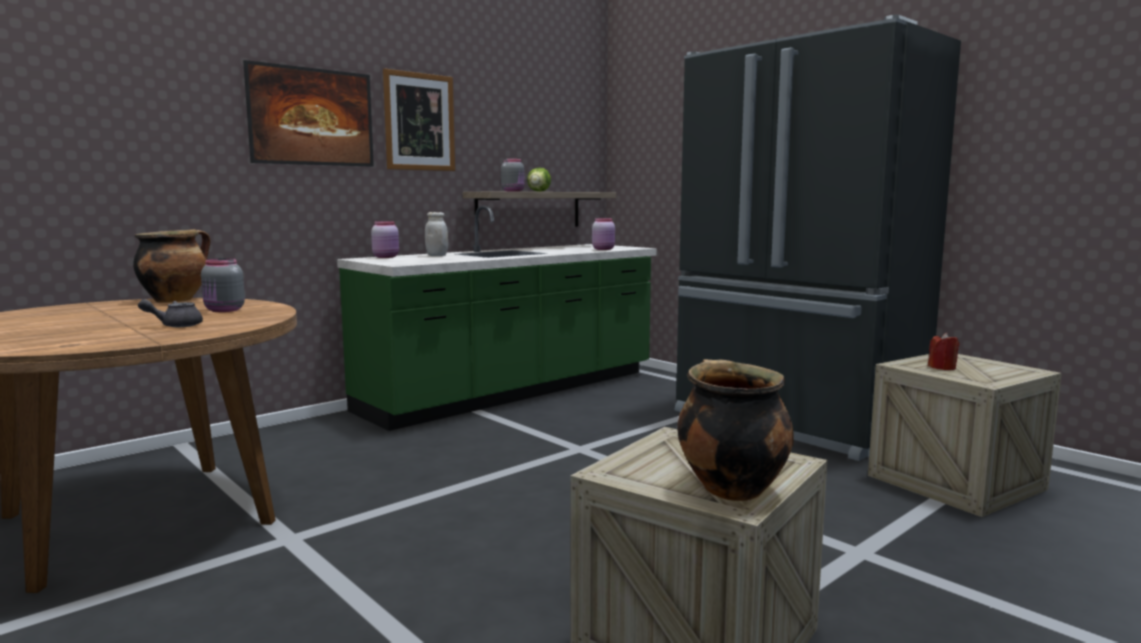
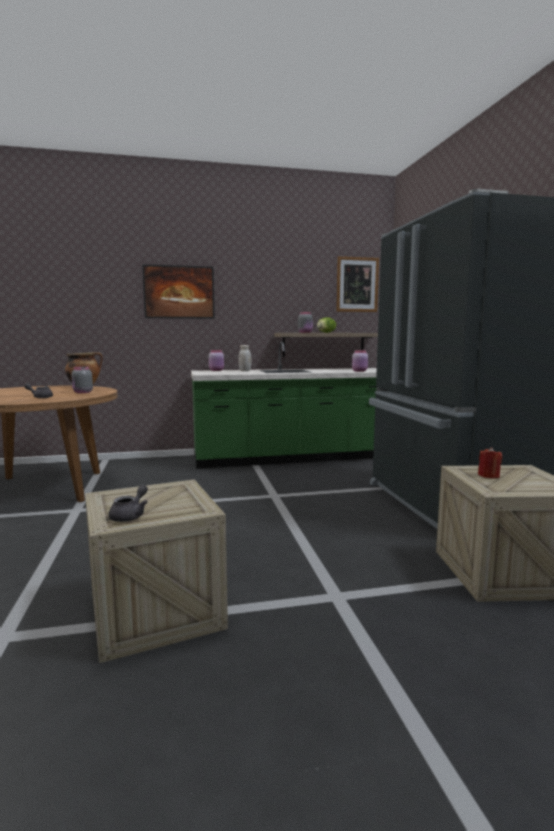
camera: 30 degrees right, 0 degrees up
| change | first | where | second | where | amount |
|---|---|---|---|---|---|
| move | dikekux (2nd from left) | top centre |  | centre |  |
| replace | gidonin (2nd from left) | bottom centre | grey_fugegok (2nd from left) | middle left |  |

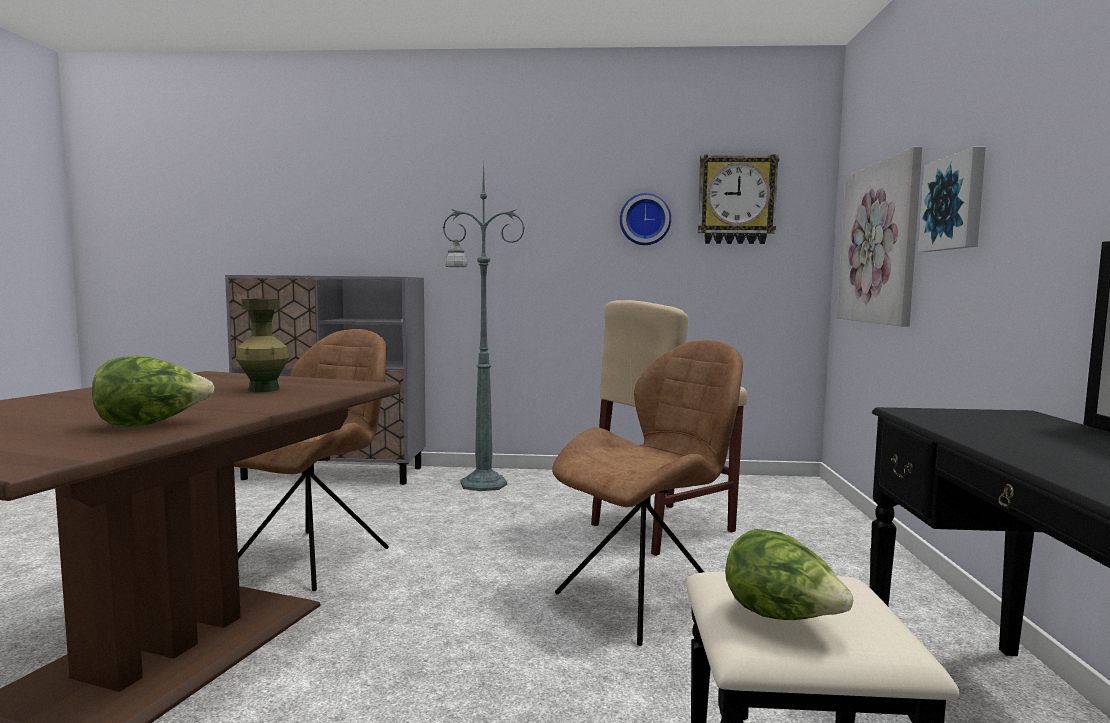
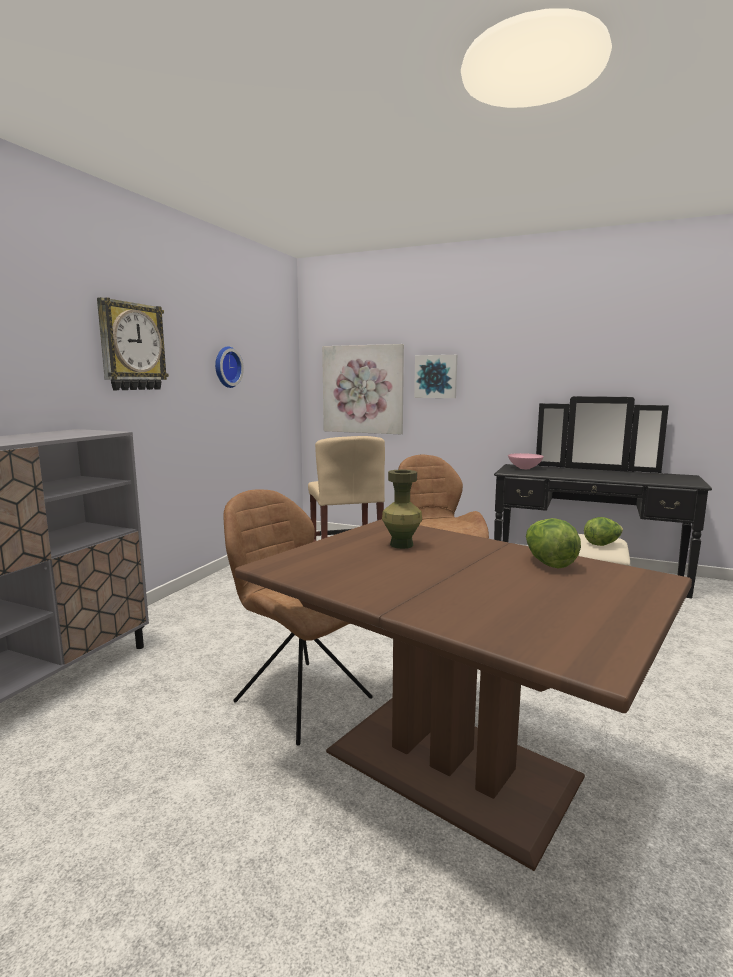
camera: 70 degrees left, 5 degrees up
| change | first | where | second | where | amount |
|---|---|---|---|---|---|
| delete | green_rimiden | centre |  |  |  |
| move | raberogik (2nd from left in the first image) | top centre | raberogik (1st from left) | middle left |  |
| insert |  |  | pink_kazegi | middle right |  |

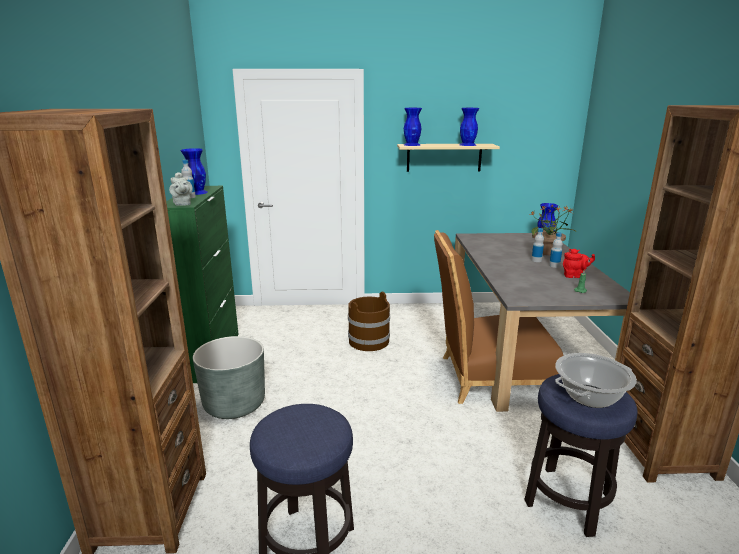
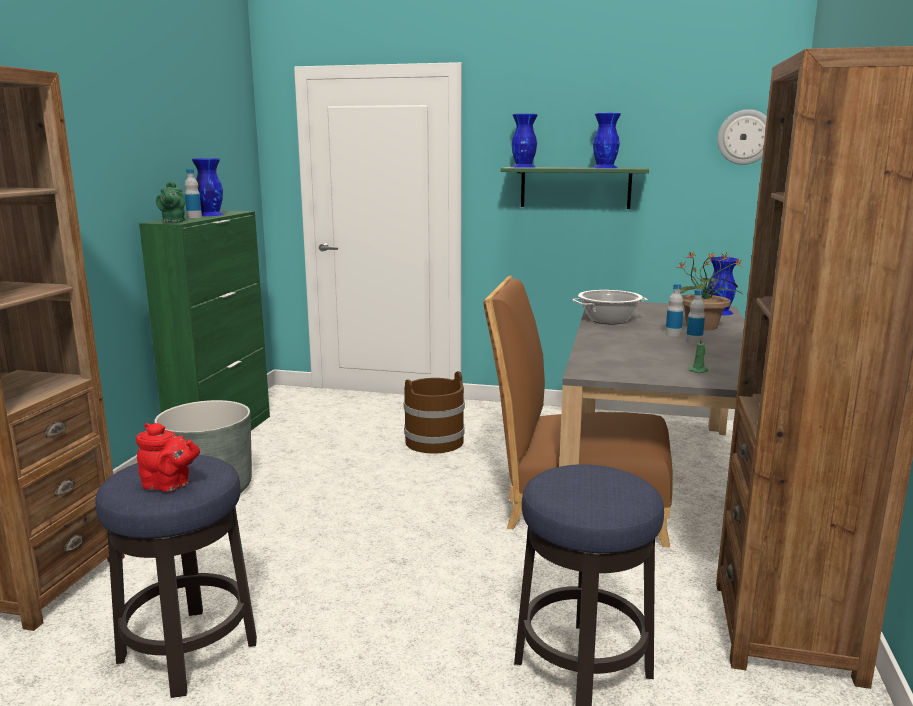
camera: 15 degrees right, 5 degrees down
| change | first | where | second | where | amount |
|---|---|---|---|---|---|
| recolor | grey_fugegok | middle left | green_fugegok | top left |  |
| recolor | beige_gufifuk | top centre | green_gufifuk | top centre |  |
| move | gidonin | bottom right |  | middle right |  |
| move | red_fugegok | middle right |  | middle left |  |
| insert |  |  | raberogik | top right |  |

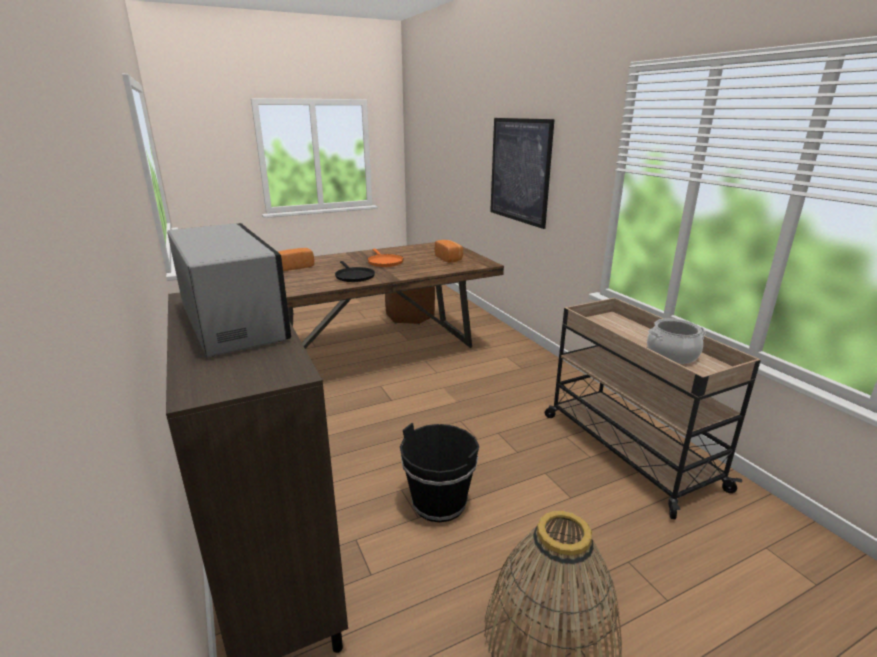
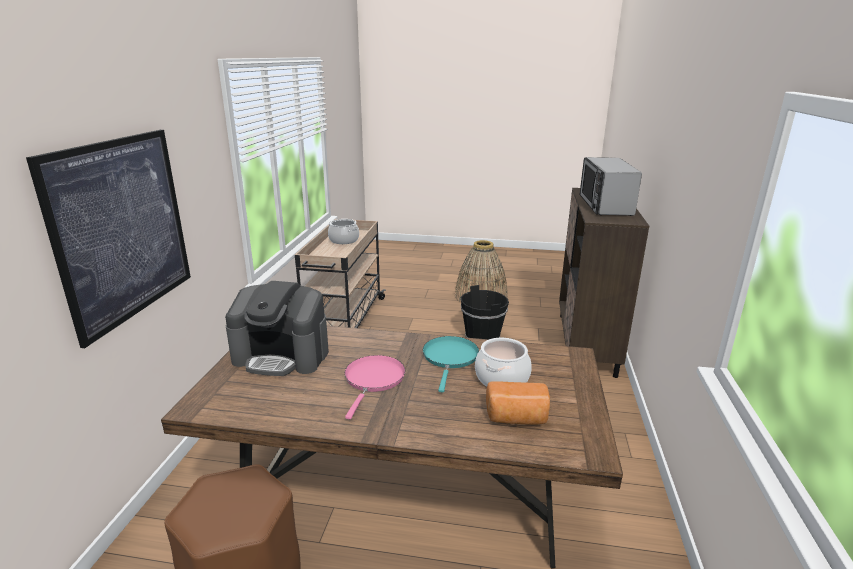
camera: 145 degrees left, 0 degrees up
| change | first | where | second | where | amount |
|---|---|---|---|---|---|
| recolor | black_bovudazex | centre | turquoise_bovudazex | centre |  |
| recolor | orange_bovudazex | centre | pink_bovudazex | bottom centre |  |
| replace | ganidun (2nd from left) | centre | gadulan | middle left |  |
| insert |  |  | gidonin (2nd from left) | centre |  |

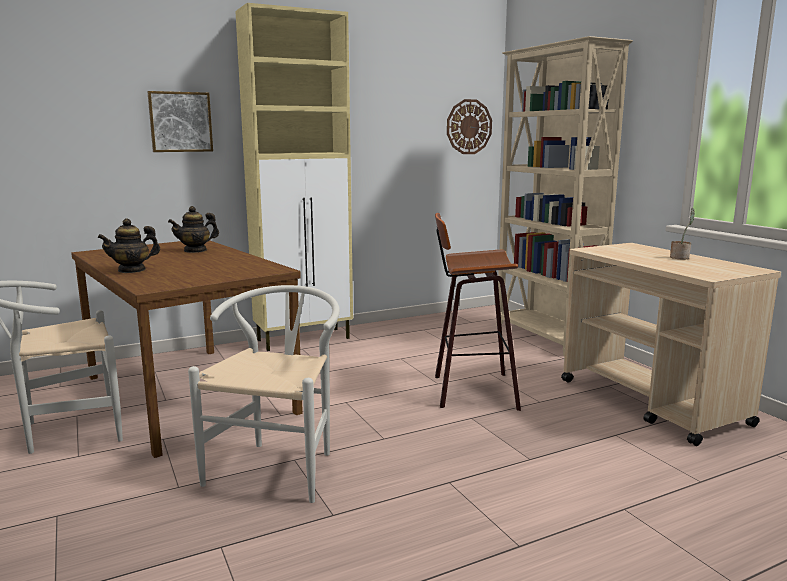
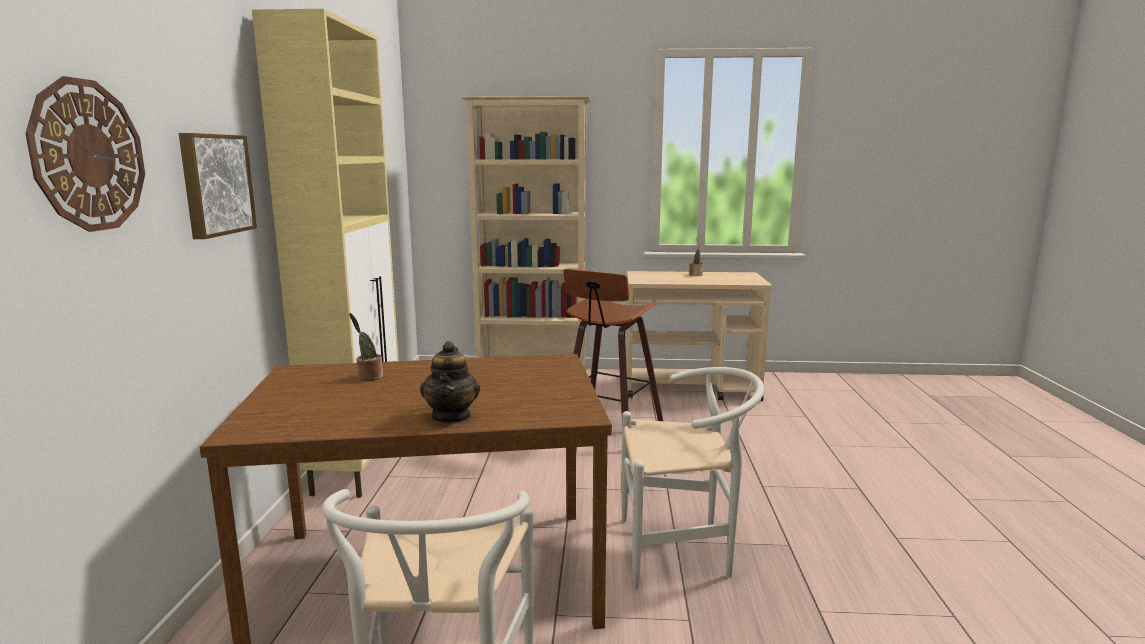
camera: 60 degrees left, 0 degrees up
| change | first | where | second | where | amount |
|---|---|---|---|---|---|
| replace | fugegok (2nd from left) | middle left | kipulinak (1st from left) | middle left |  |
| rotate | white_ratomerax (2nd from left) | bottom centre |  | bottom centre | 135 degrees clockwise |
| move | raberogik | top centre |  | top left |  |

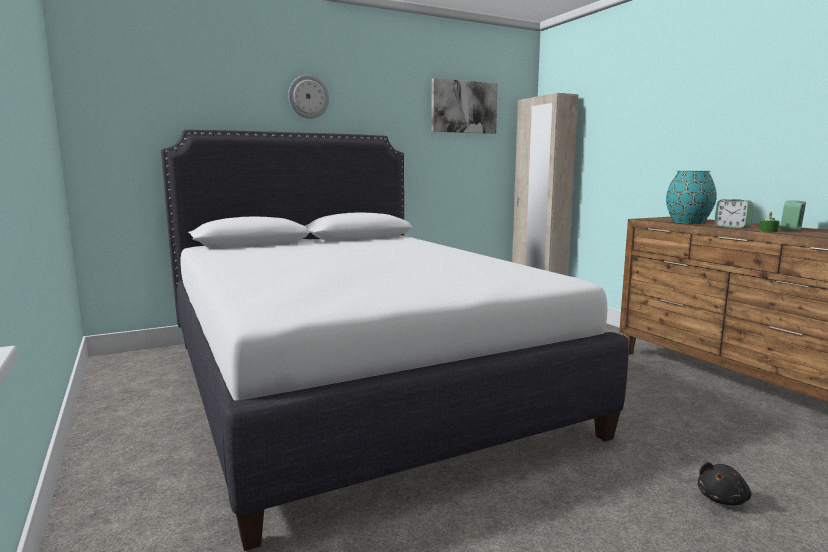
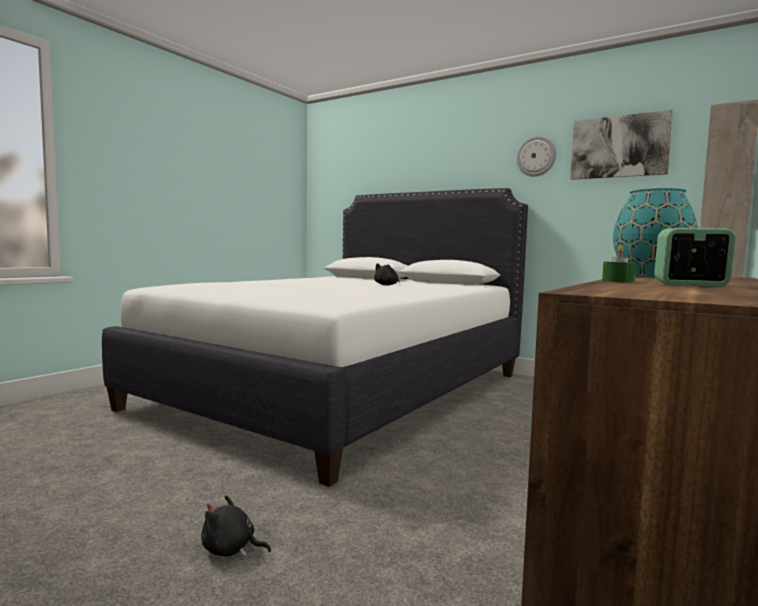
camera: 60 degrees right, 5 degrees down
| change | first | where | second | where | amount |
|---|---|---|---|---|---|
| move | raberogik | top centre |  | top right |  |
| delete | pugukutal (1st from left) | middle right |  |  |  |
| insert |  |  | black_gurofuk (2nd from left) | centre |  |

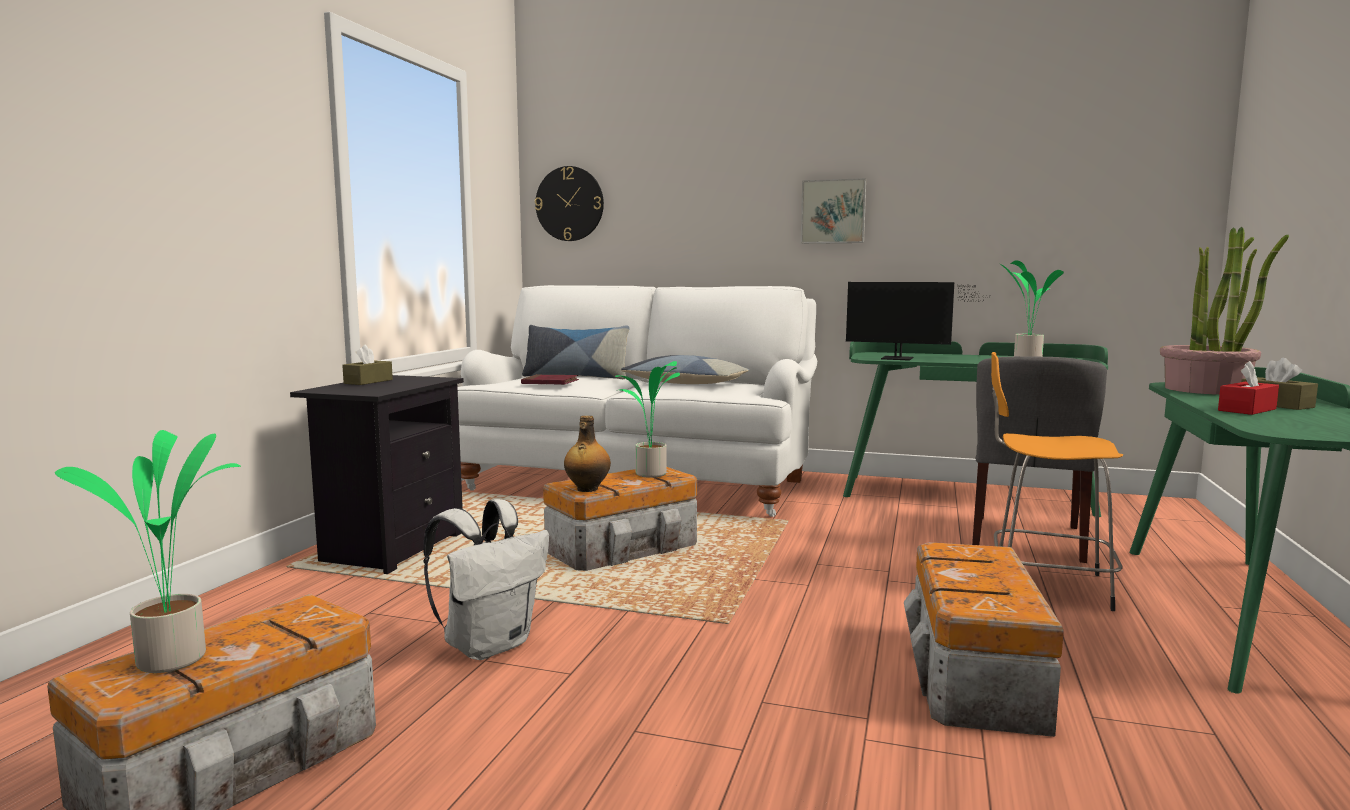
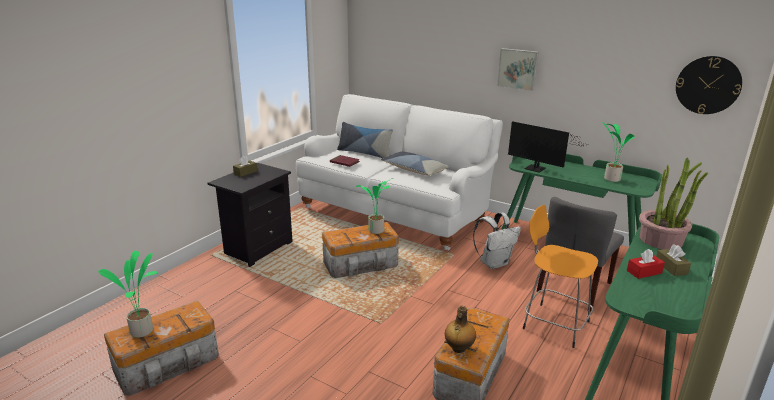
camera: 15 degrees right, 15 degrees up
| change | first | where | second | where | amount |
|---|---|---|---|---|---|
| move | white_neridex | bottom centre |  | centre |  |
| move | raberogik | top centre |  | top right |  |
| move | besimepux | centre |  | bottom centre |  |

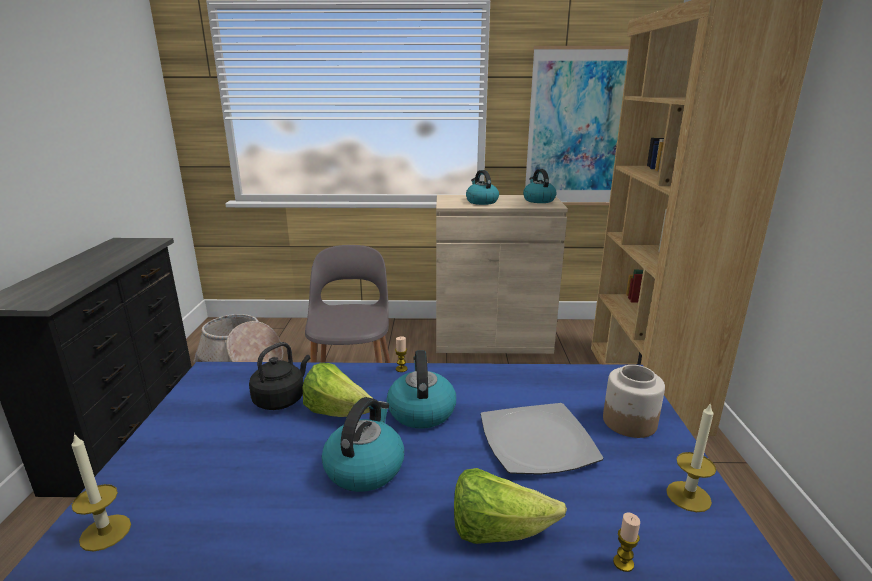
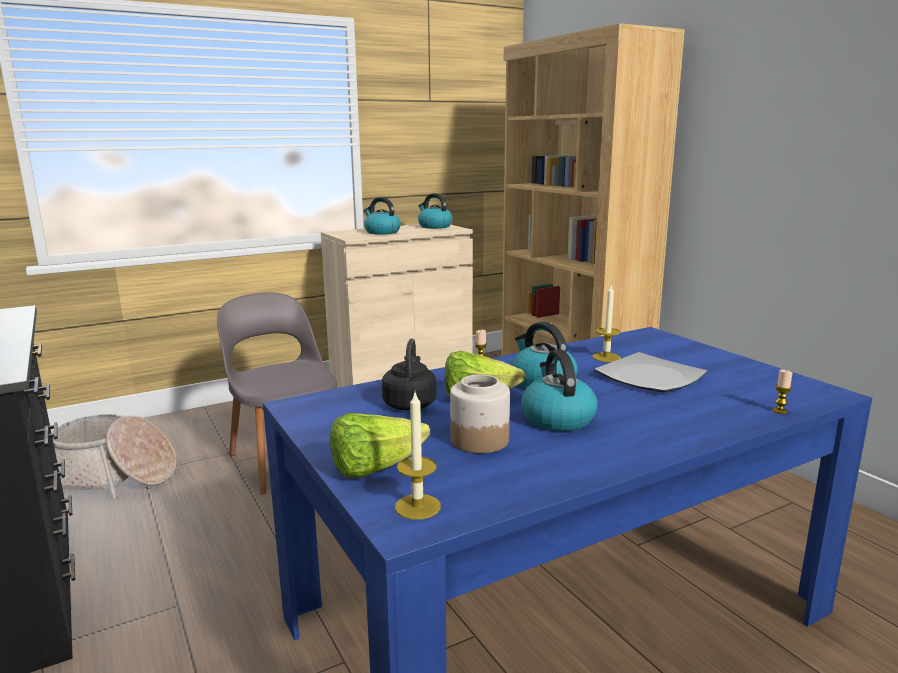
camera: 30 degrees left, 5 degrees down
| change | first | where | second | where | amount |
|---|---|---|---|---|---|
| move | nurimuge (2nd from left in the first image) | bottom centre | nurimuge (1st from left) | centre |  |
| delete | dikekux | top centre |  |  |  |
| move | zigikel | bottom right |  | centre |  |
| move | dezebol (4th from left in the first image) | bottom right | dezebol (3rd from left) | middle right |  |

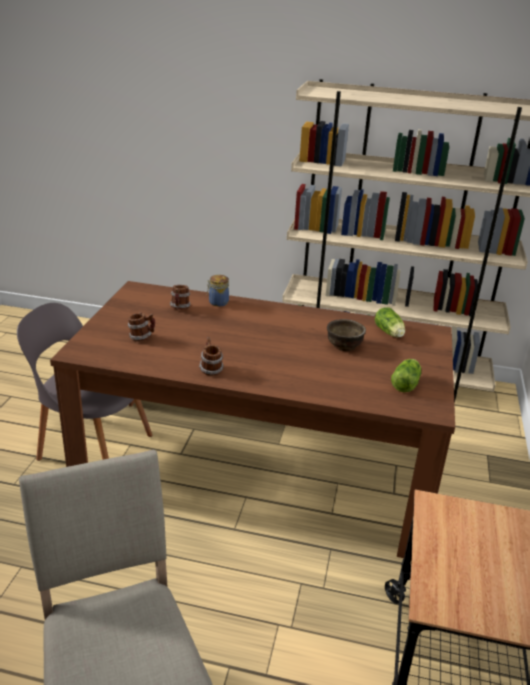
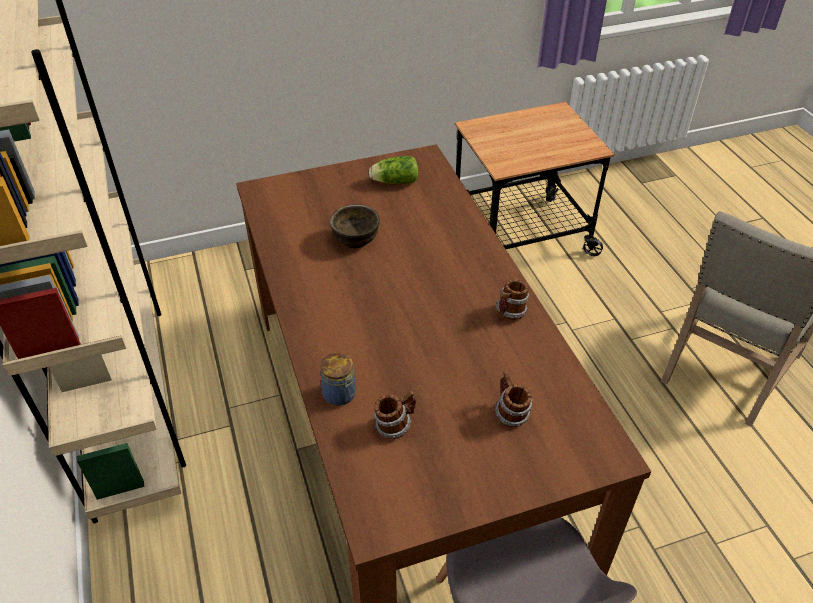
camera: 120 degrees left, 15 degrees up
| change | first | where | second | where | amount |
|---|---|---|---|---|---|
| delete | nurimuge (1st from left) | middle right |  |  |  |

